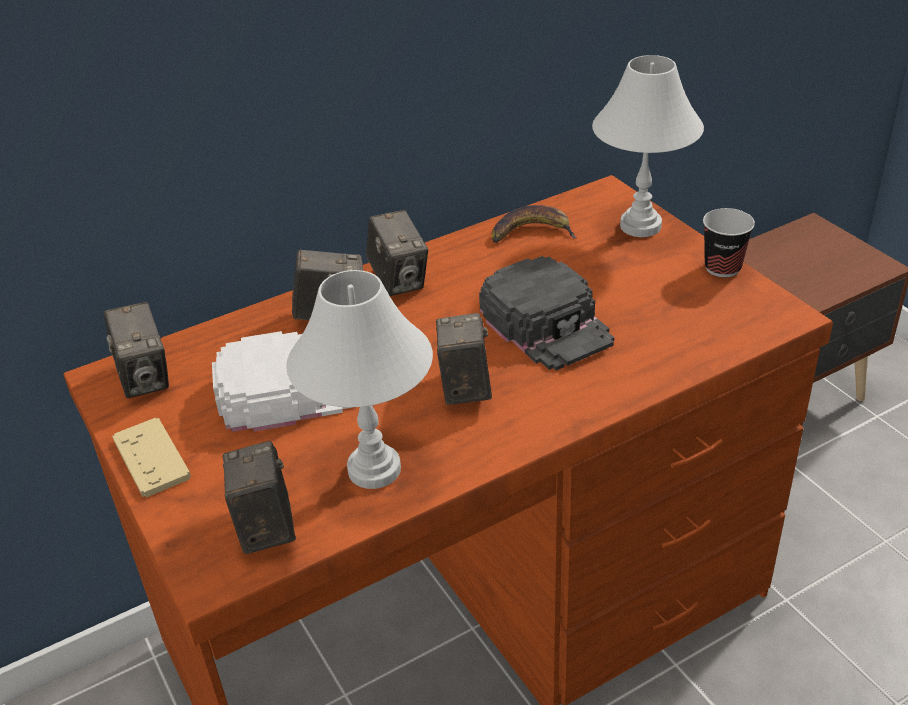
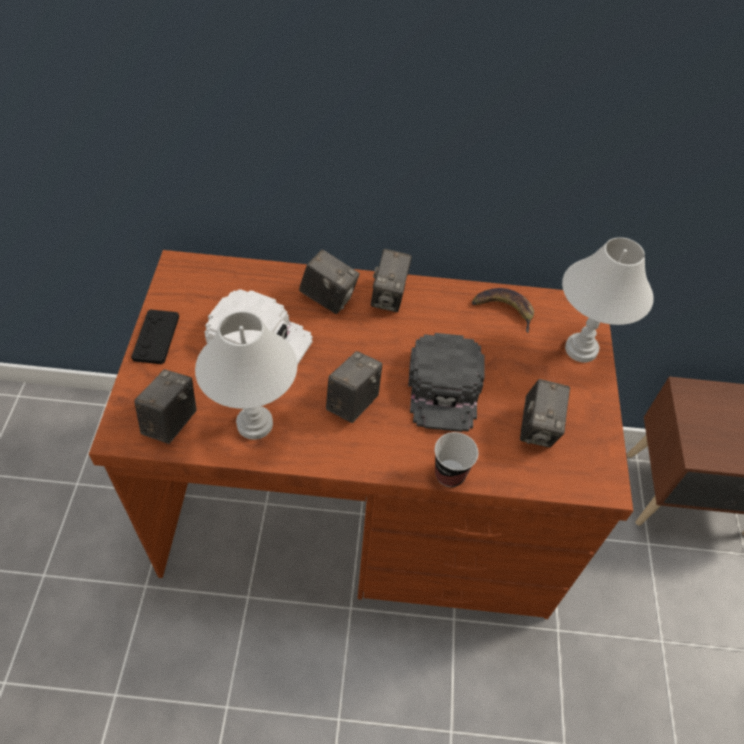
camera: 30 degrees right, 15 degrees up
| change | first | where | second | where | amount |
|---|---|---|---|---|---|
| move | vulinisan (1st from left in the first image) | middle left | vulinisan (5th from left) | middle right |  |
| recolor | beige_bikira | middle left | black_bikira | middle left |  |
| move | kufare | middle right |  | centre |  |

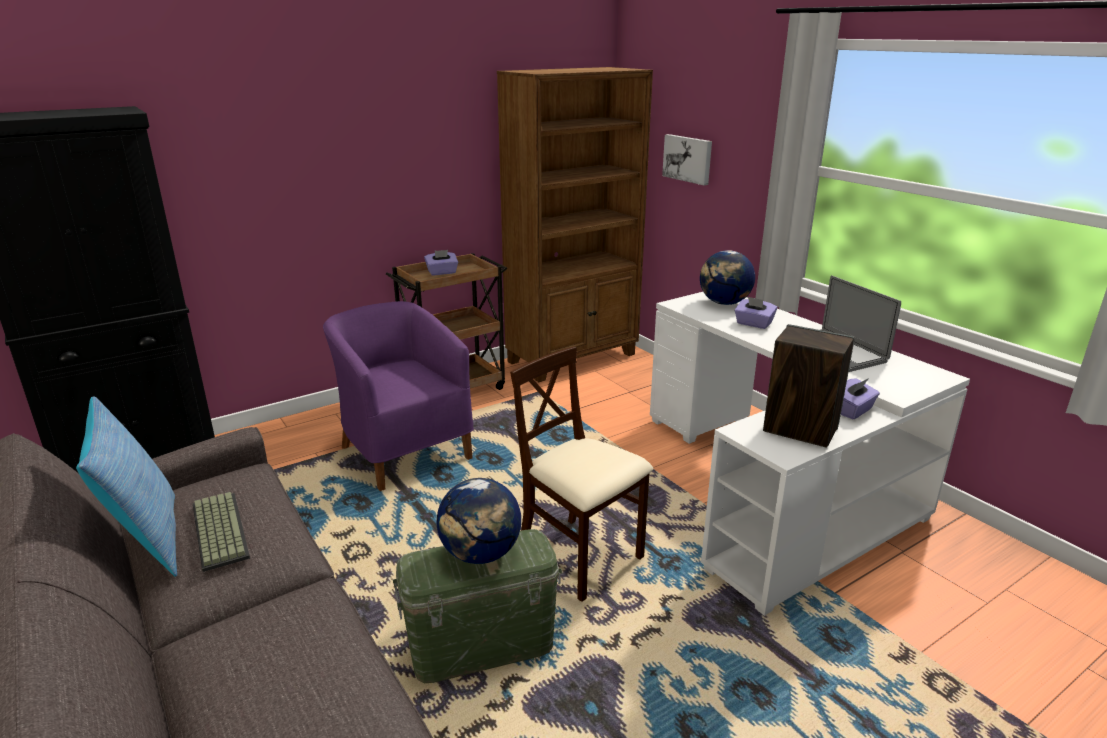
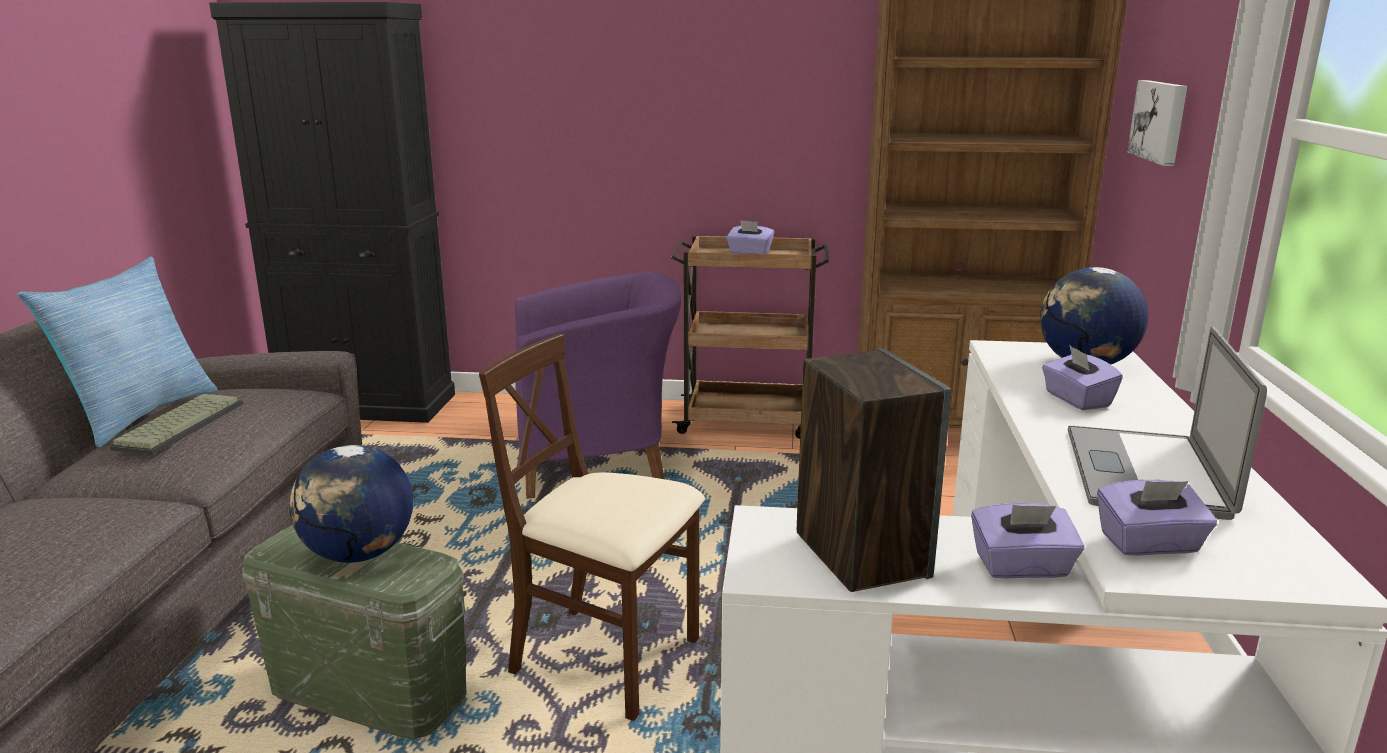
camera: 40 degrees right, 5 degrees down
| change | first | where | second | where | amount |
|---|---|---|---|---|---|
| rotate | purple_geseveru | centre |  | centre | 75 degrees clockwise |
| rotate | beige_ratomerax | centre |  | bottom centre | 60 degrees counterclockwise |
| insert |  |  | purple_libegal (4th from left) | bottom right |  |

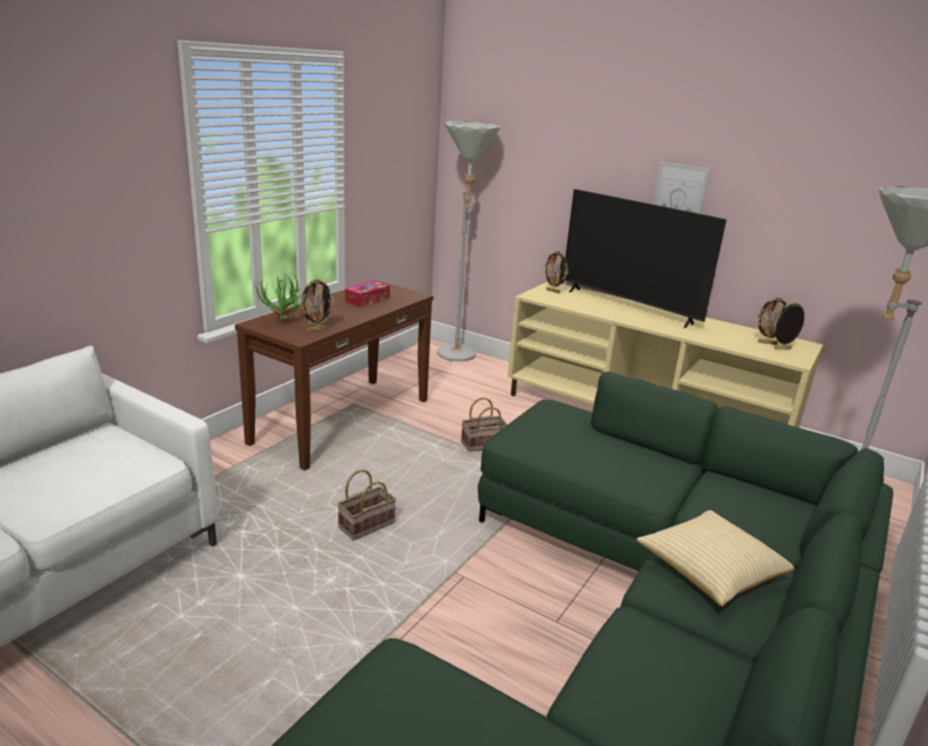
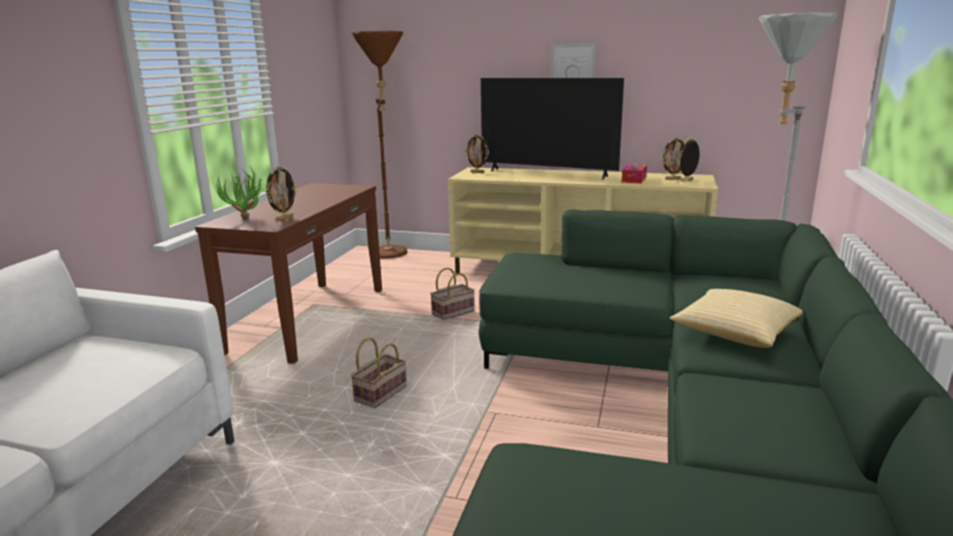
camera: 15 degrees left, 5 degrees down
| change | first | where | second | where | amount |
|---|---|---|---|---|---|
| move | libegal | centre |  | top centre |  |
| recolor | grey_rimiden (1st from left) | top centre | brown_rimiden | top centre |  |

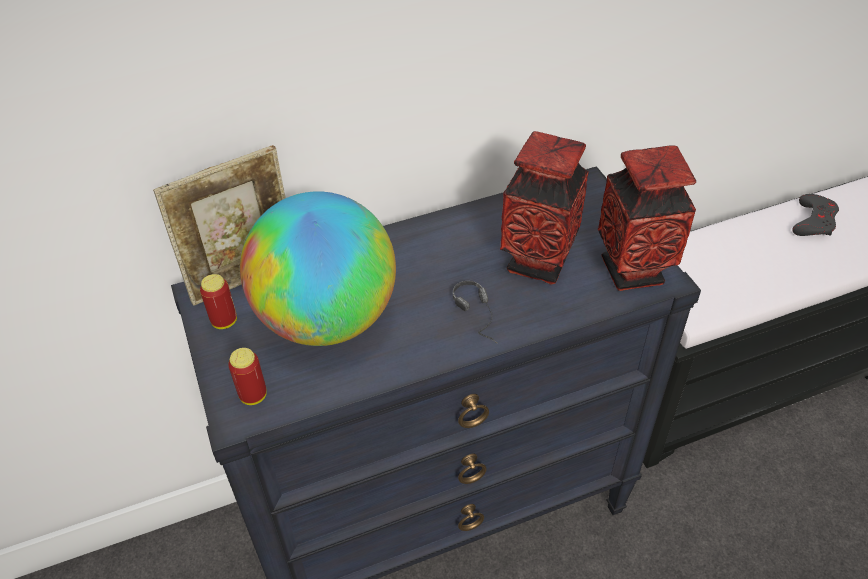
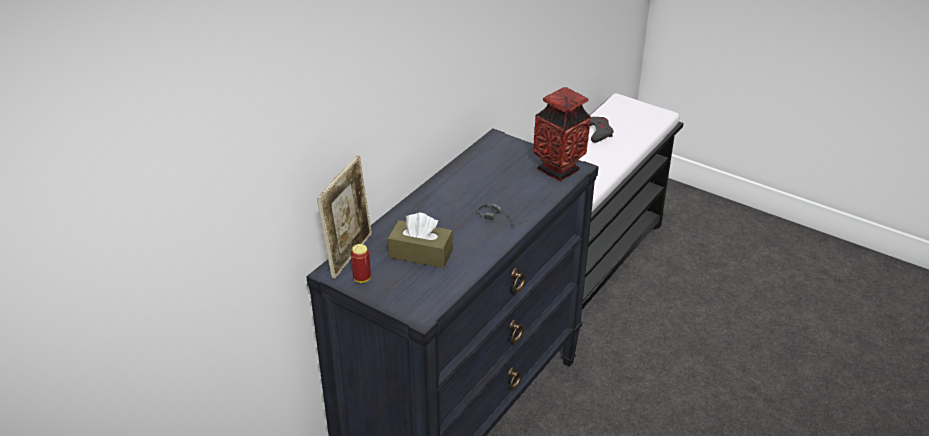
camera: 35 degrees left, 10 degrees down
| change | first | where | second | where | amount |
|---|---|---|---|---|---|
| delete | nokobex (2nd from left) | middle left |  |  |  |
| replace | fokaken | centre | brown_libegal | centre |  |
| delete | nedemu (1st from left) | centre |  |  |  |

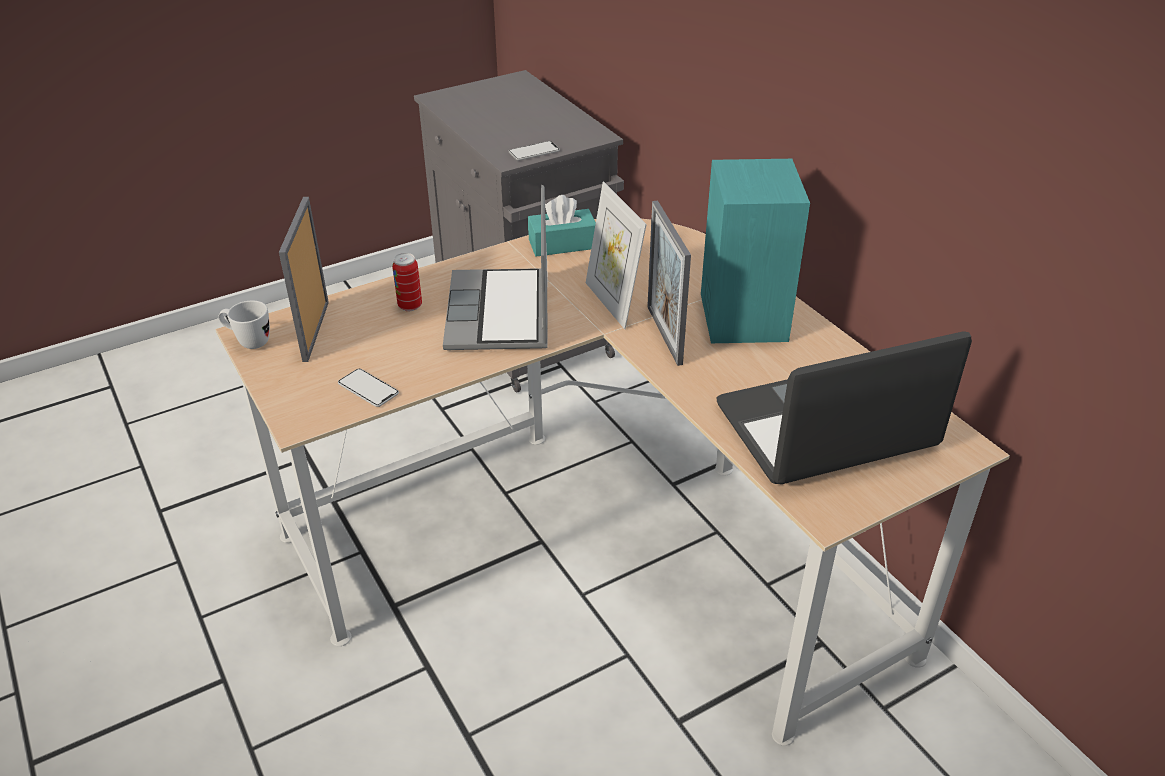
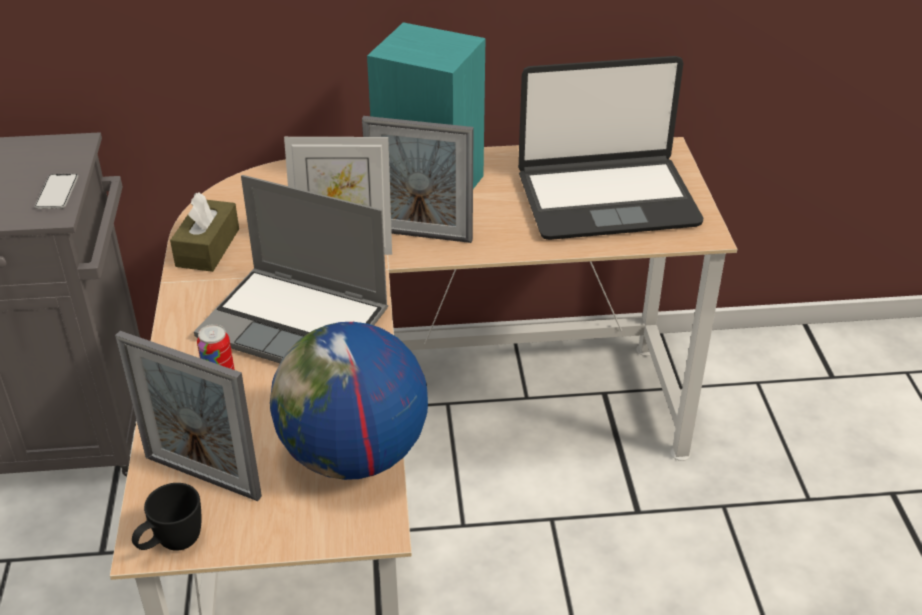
camera: 65 degrees left, 0 degrees up
| change | first | where | second | where | amount |
|---|---|---|---|---|---|
| recolor | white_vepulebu | middle left | black_vepulebu | bottom left |  |
| replace | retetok (1st from left) | middle left | fokaken | centre |  |
| recolor | turquoise_libegal | top centre | brown_libegal | middle left |  |
| rotate | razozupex (2nd from left) | middle right |  | top centre | 105 degrees counterclockwise |

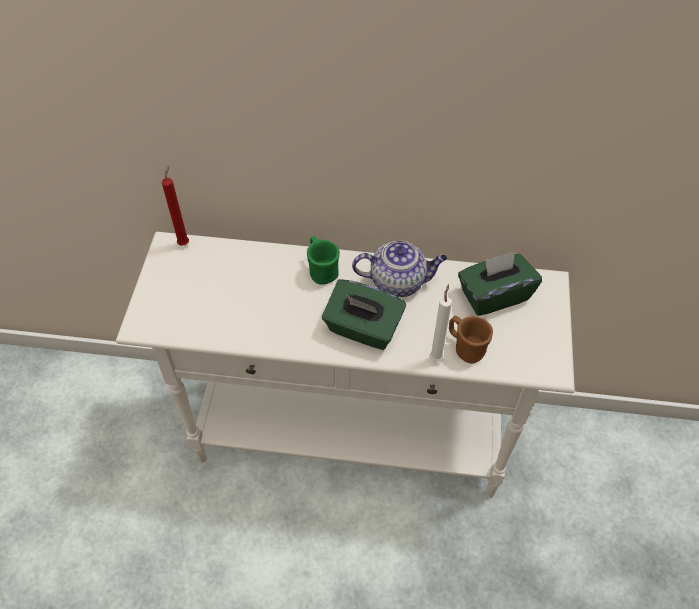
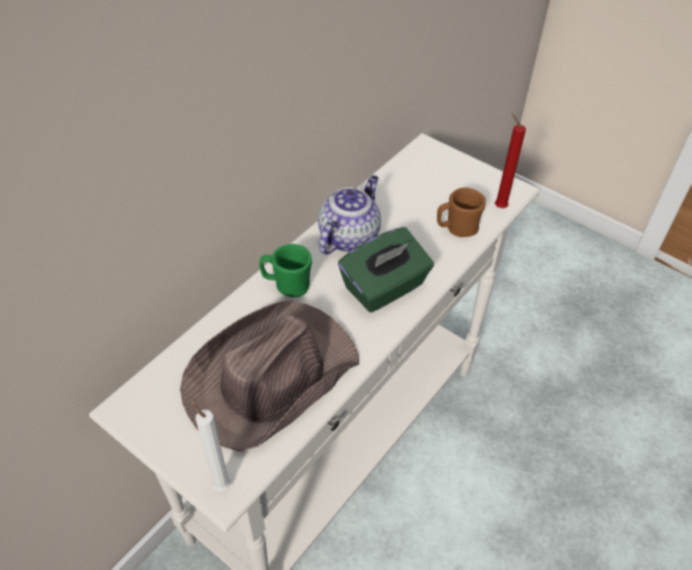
camera: 60 degrees left, 5 degrees down
| change | first | where | second | where | amount |
|---|---|---|---|---|---|
| move | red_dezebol | middle left |  | top right |  |
| move | white_dezebol | centre |  | bottom left |  |
| delete | green_libegal (2nd from left) | middle right |  |  |  |
| insert |  |  | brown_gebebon | centre |  |

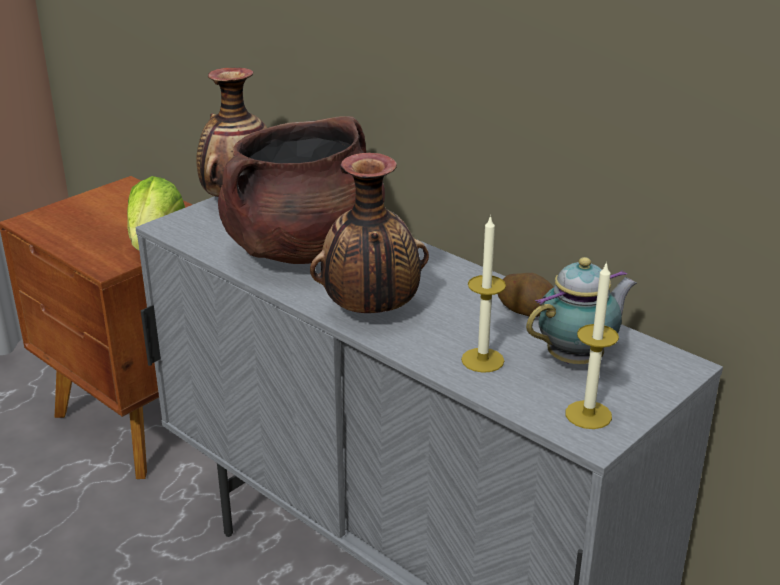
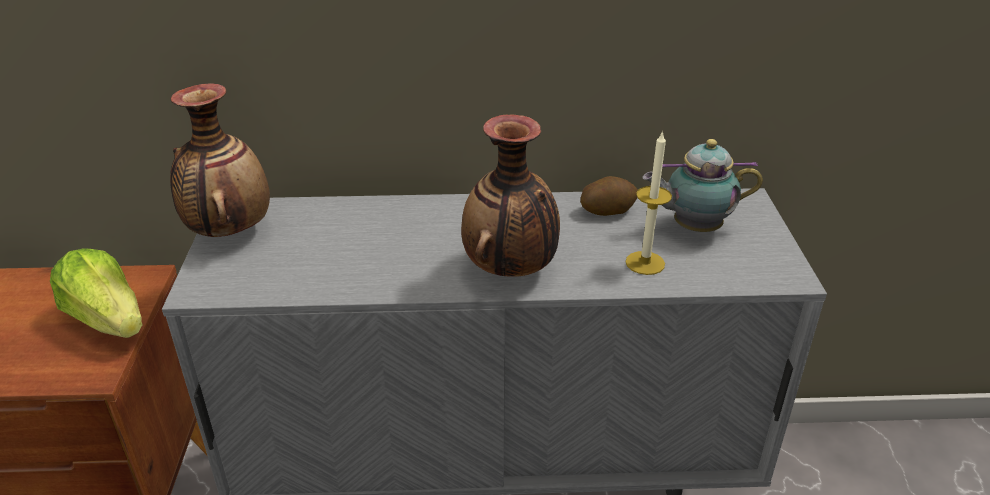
camera: 45 degrees left, 5 degrees up
| change | first | where | second | where | amount |
|---|---|---|---|---|---|
| delete | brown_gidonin | top centre |  |  |  |
| rotate | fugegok | middle right |  | middle right | 105 degrees counterclockwise |
| delete | dezebol (2nd from left) | middle right |  |  |  |

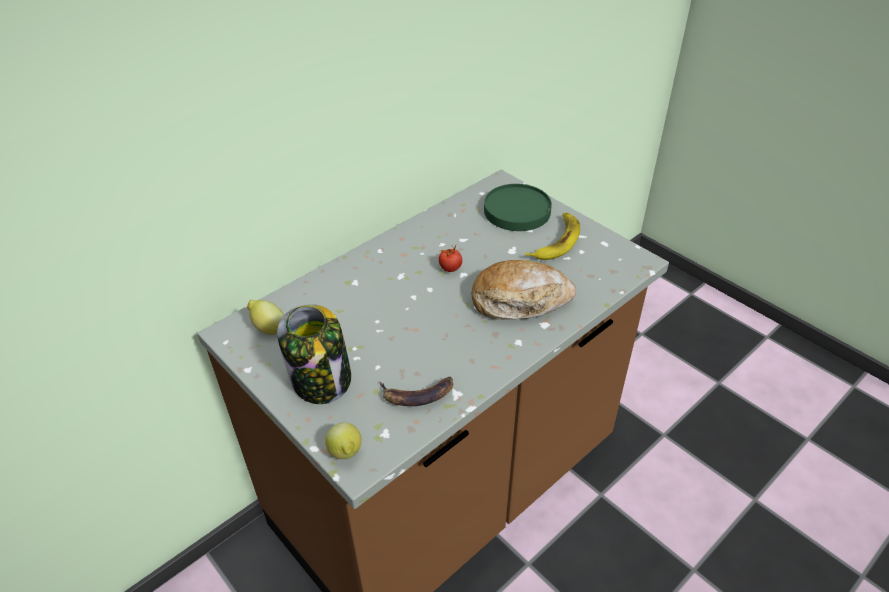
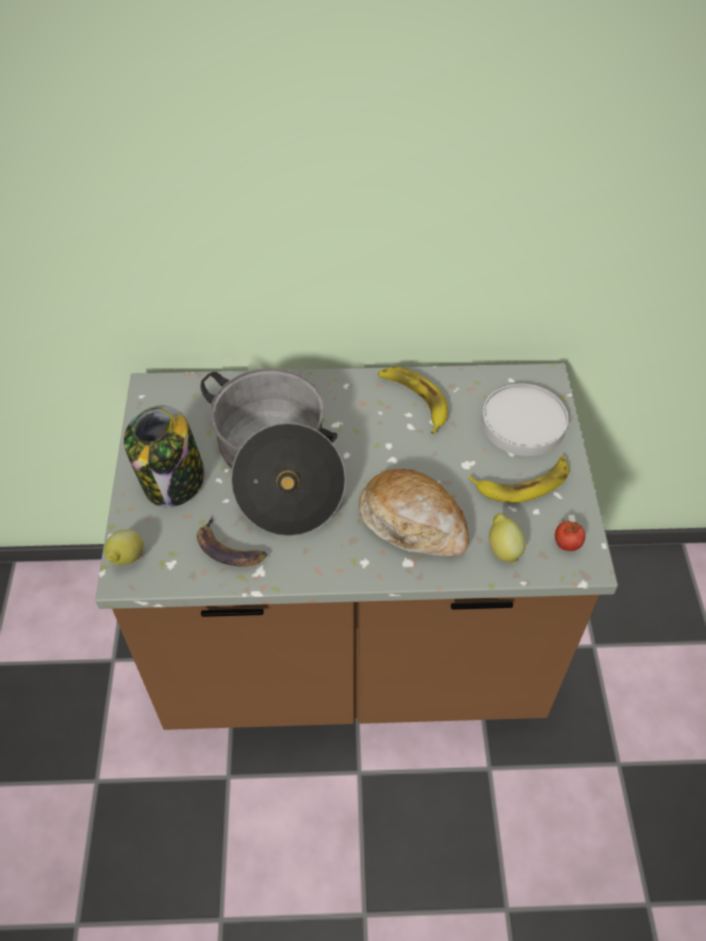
camera: 40 degrees right, 10 degrees up
| change | first | where | second | where | amount |
|---|---|---|---|---|---|
| move | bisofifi (1st from left in the first image) | middle left | bisofifi (2nd from left) | middle right |  |
| move | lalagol | centre |  | middle right |  |
| recolor | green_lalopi | centre | white_lalopi | middle right |  |
| insert |  |  | gidonin | centre |  |
| insert |  |  | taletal (2nd from left) | centre |  |

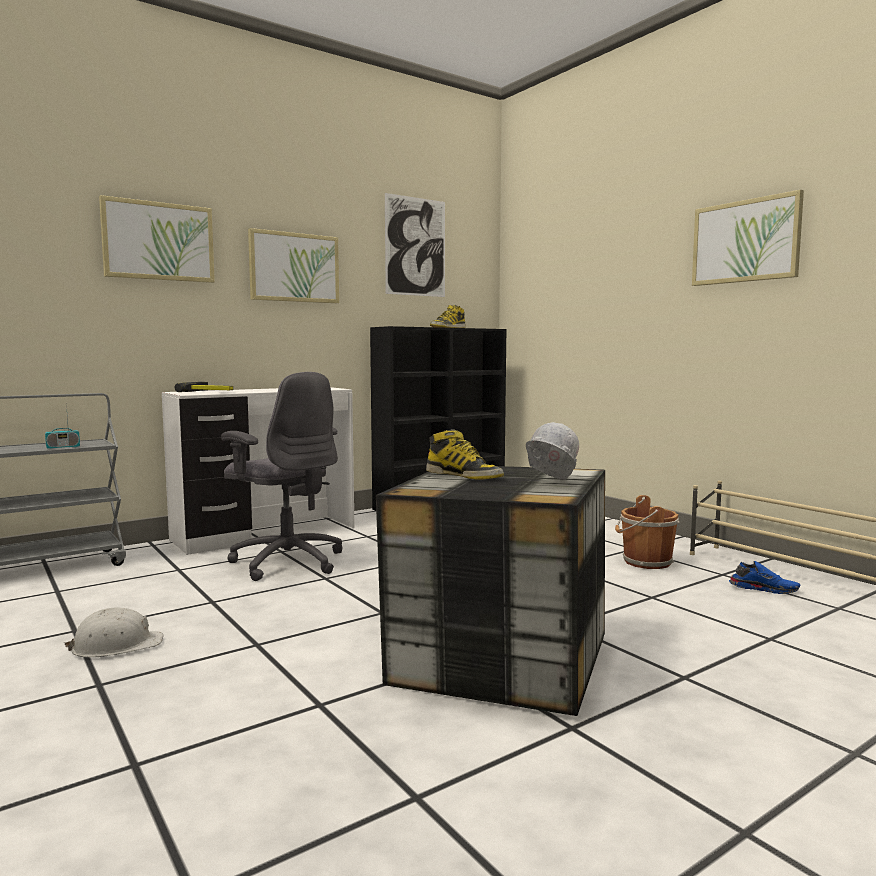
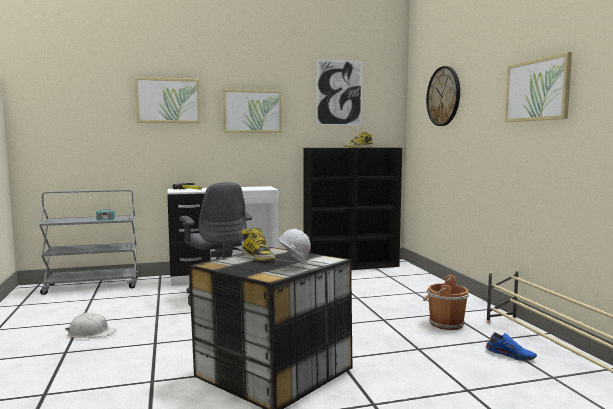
camera: 20 degrees right, 0 degrees up
| change | first | where | second | where | amount |
|---|---|---|---|---|---|
| insert |  |  | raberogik | top right |  |

